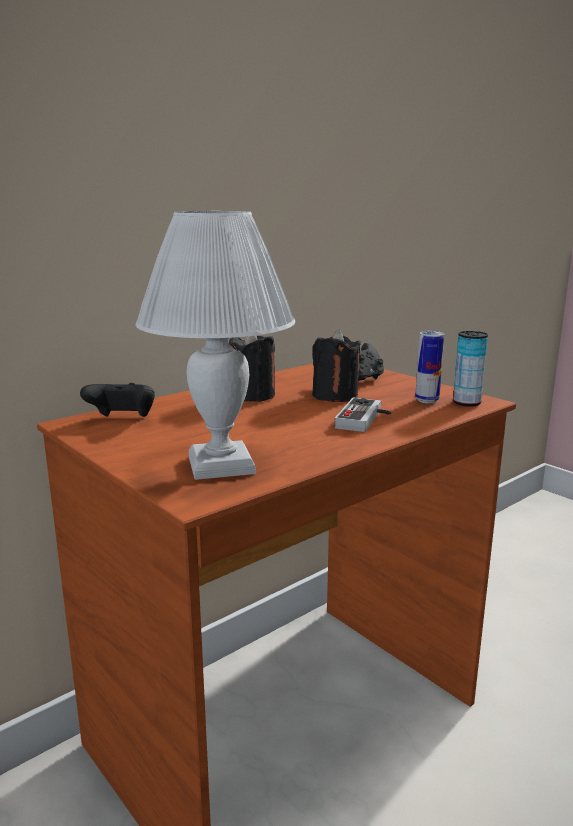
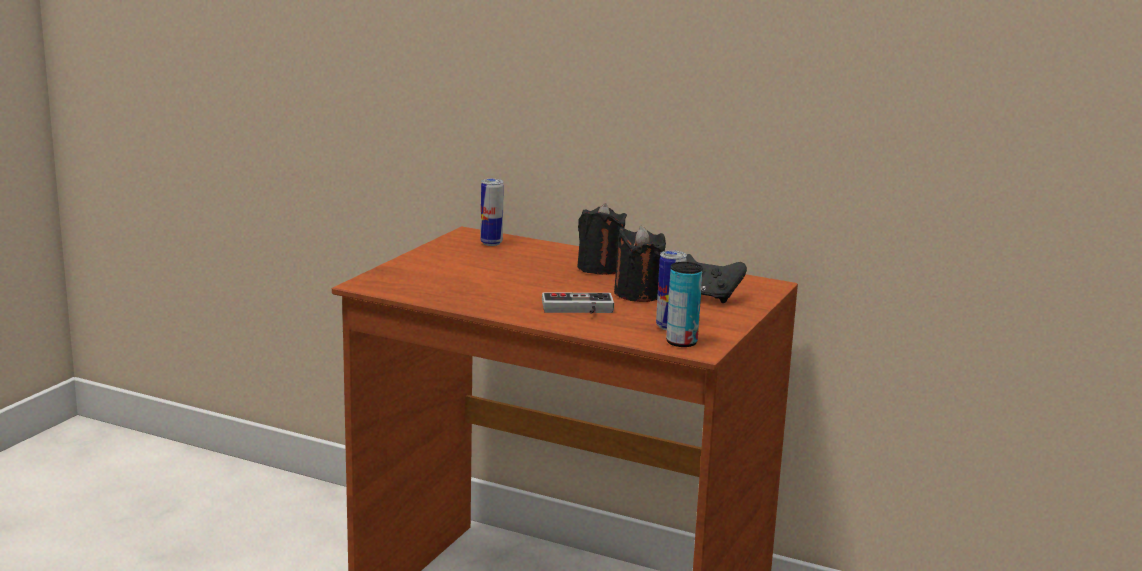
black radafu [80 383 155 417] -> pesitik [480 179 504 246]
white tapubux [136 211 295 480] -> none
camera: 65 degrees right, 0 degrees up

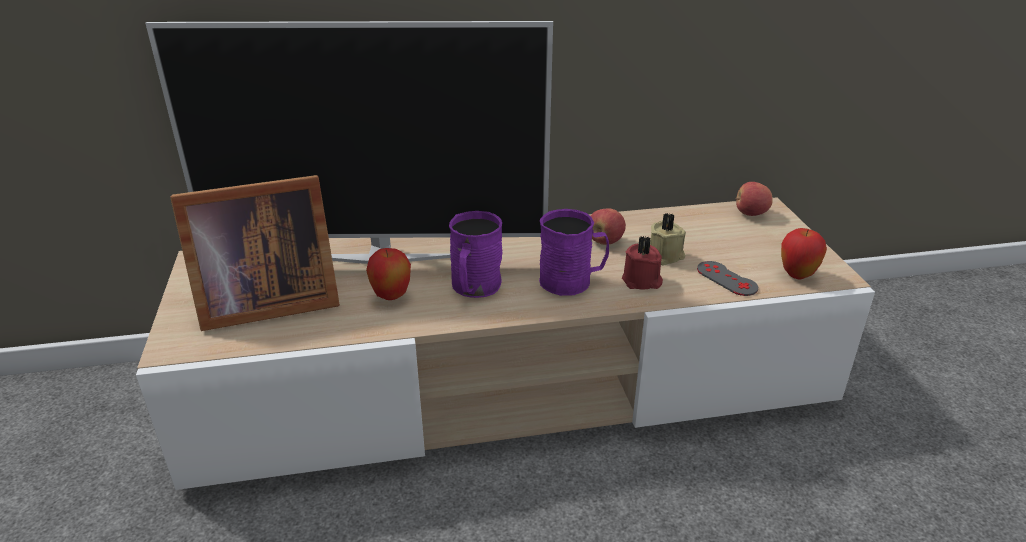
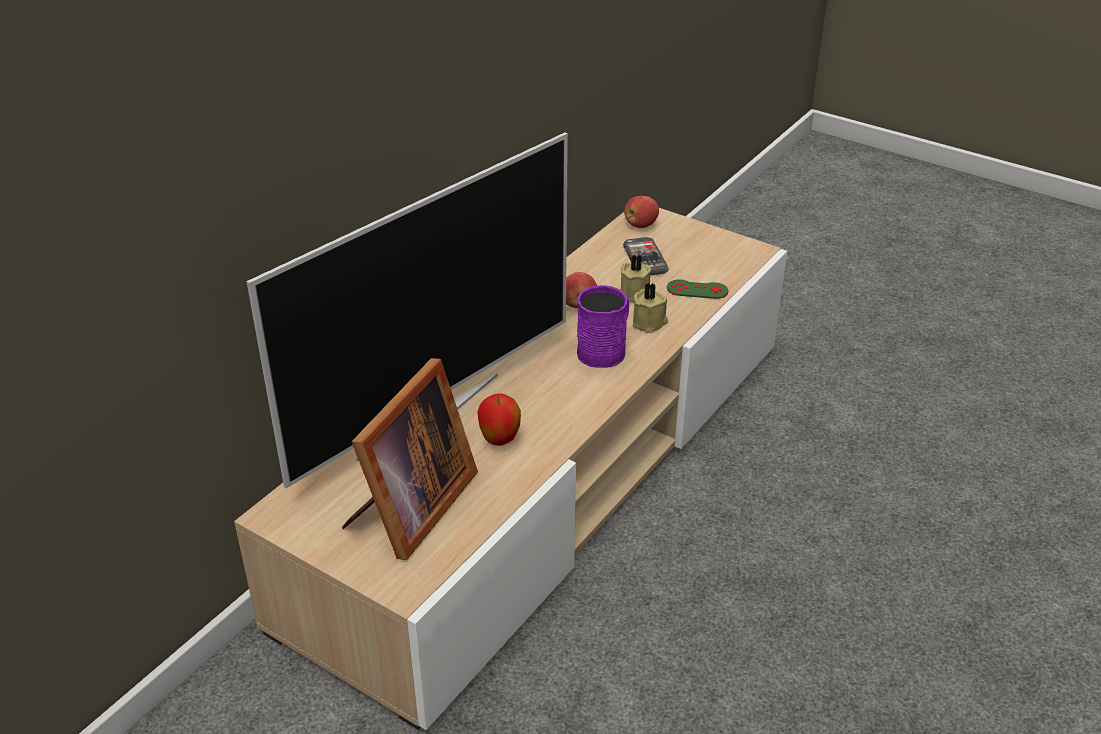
none -> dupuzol [623 237 669 275]
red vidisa [622 236 663 289] -> beige vidisa [633 283 668 333]
grey radafu [697 261 758 296] -> green radafu [667 280 728 299]
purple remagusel [449 211 503 298] -> none
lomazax [781 228 827 279] -> none
camera: 45 degrees left, 5 degrees up

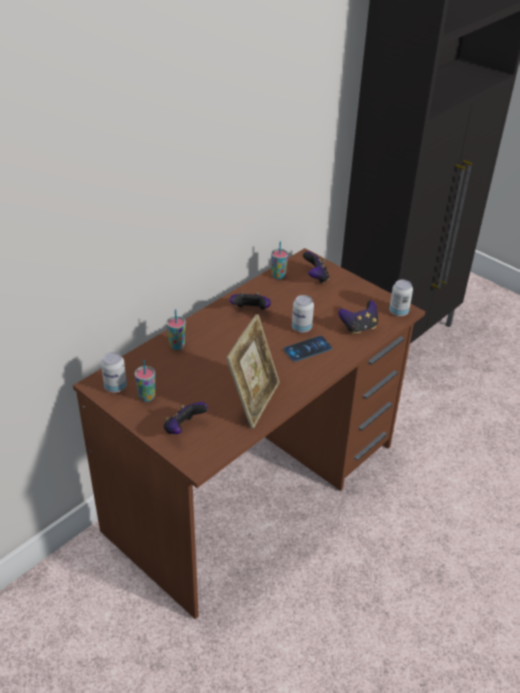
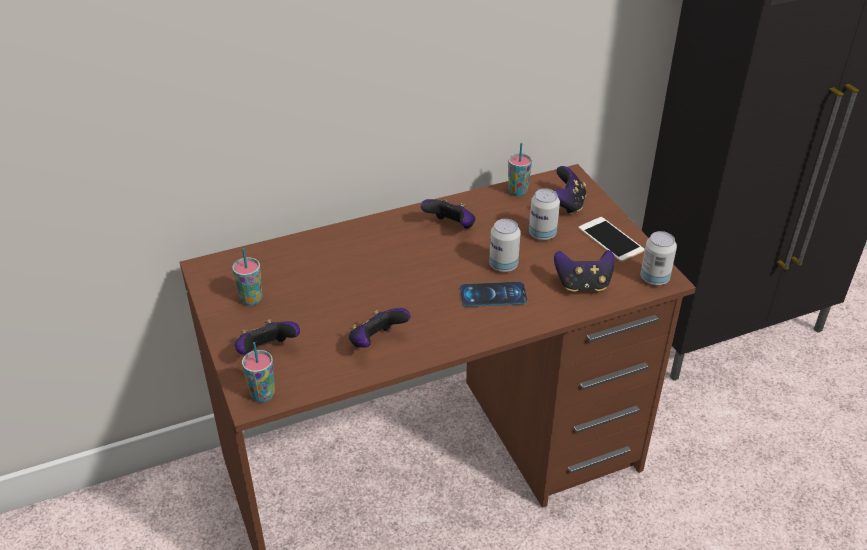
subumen [167 309 186 350] -> subumen [242 342 275 402], moved
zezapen [226 314 280 429] -> radafu [349 308 411 348]
pesitik [101 352 127 393] -> pesitik [529 189 560 240], moved
none -> dupuzol [578 217 645 262]
camera: 25 degrees right, 0 degrees up

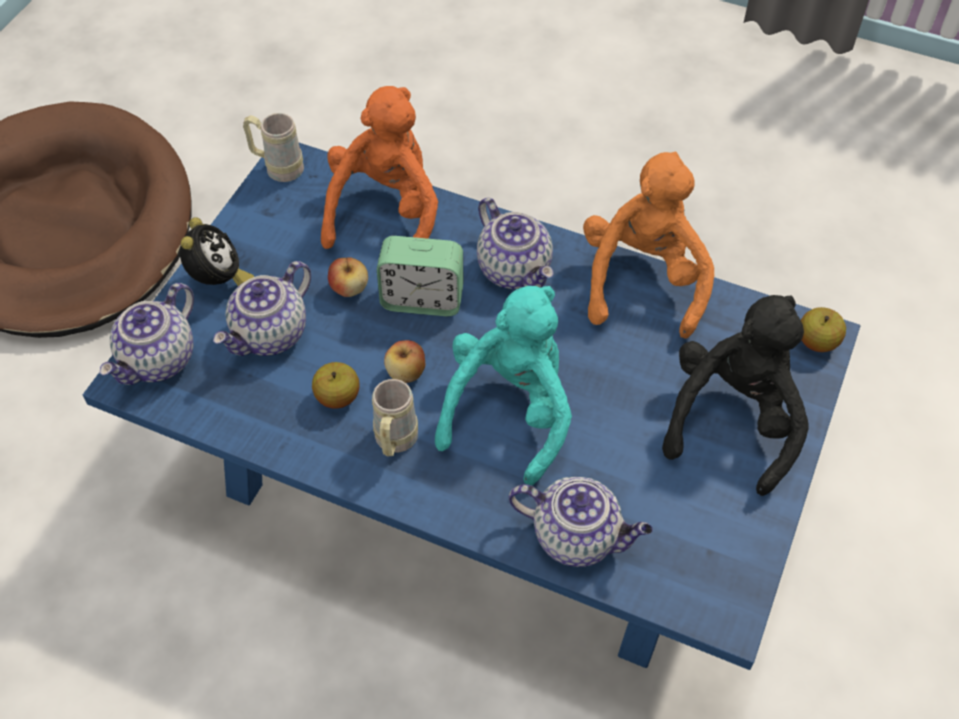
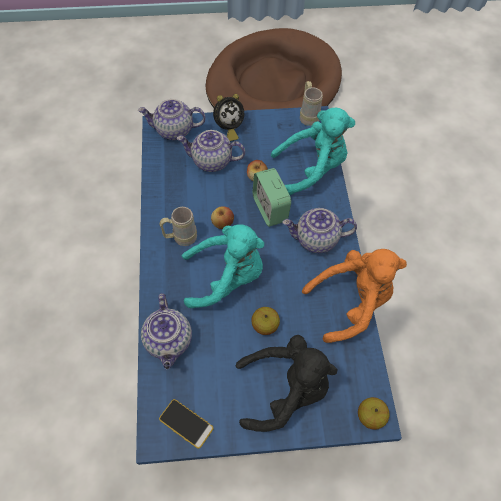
none -> dupuzol [159 399 213 449]
lomazax [312 362 359 409] -> lomazax [251 307 280 335], moved
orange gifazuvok [321 86 438 249] -> turquoise gifazuvok [271 108 355 195]
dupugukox [477 198 554 289] -> dupugukox [283 208 357 253], 60 degrees clockwise
camera: 60 degrees right, 5 degrees up

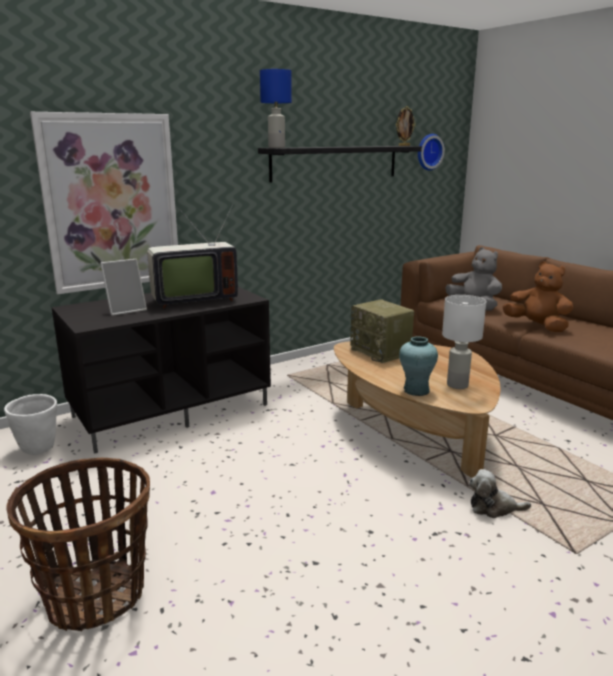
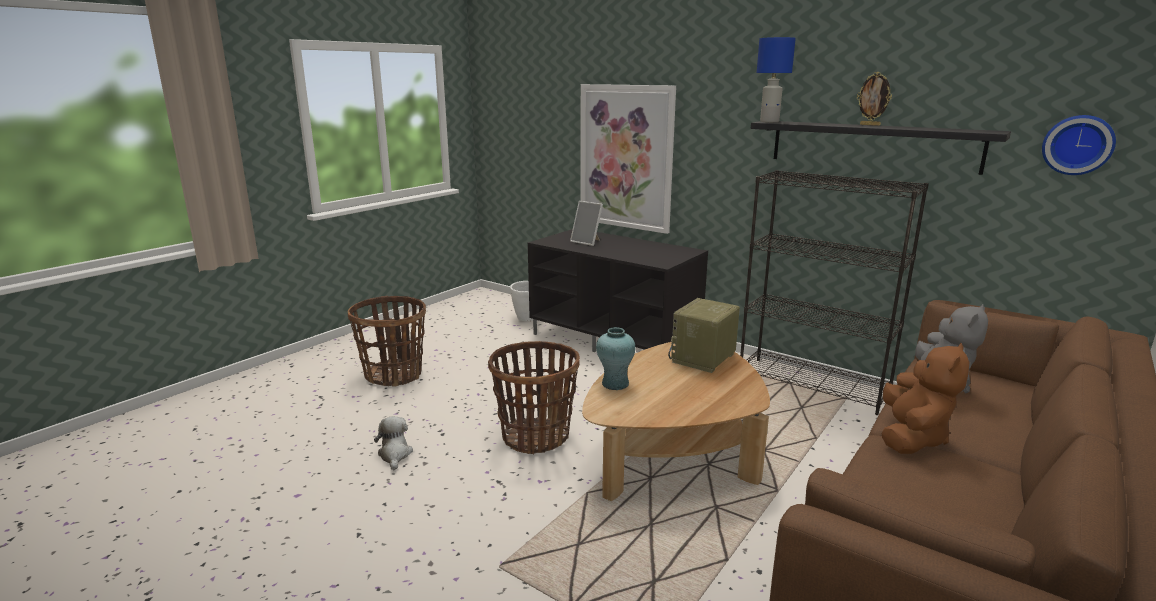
gifazuvok [469 469 531 518] -> gifazuvok [374 416 413 470], moved
none -> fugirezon [488 341 580 454]
none -> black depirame [740 170 929 415]
zezapen [396 106 416 146] -> zezapen [857 72 892 126], moved
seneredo [147 203 238 309] -> none
white tapubux [442 295 486 389] -> none
camera: 70 degrees right, 0 degrees up

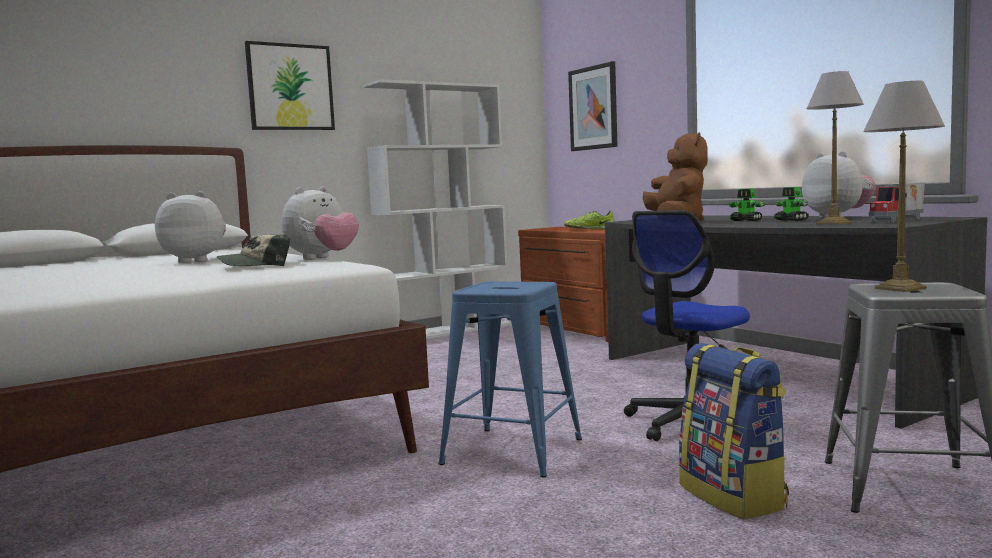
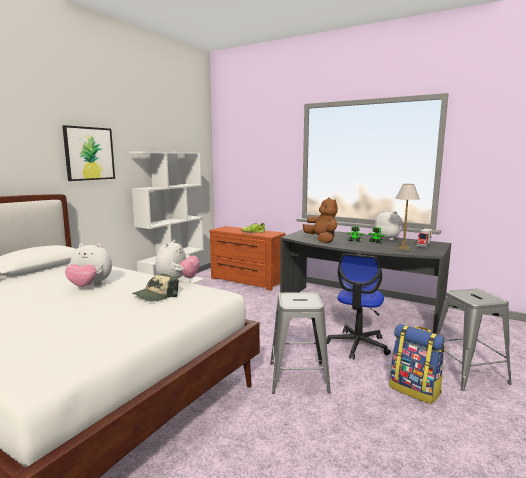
gifazuvok [155 191 226 263] -> gifazuvok [65 243 112 287], 150 degrees counterclockwise
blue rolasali [439 281 582 478] -> grey rolasali [270 292 331 394]
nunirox [568 61 617 151] -> none
tapubux [863 81 945 292] -> none
camera: 25 degrees left, 5 degrees up

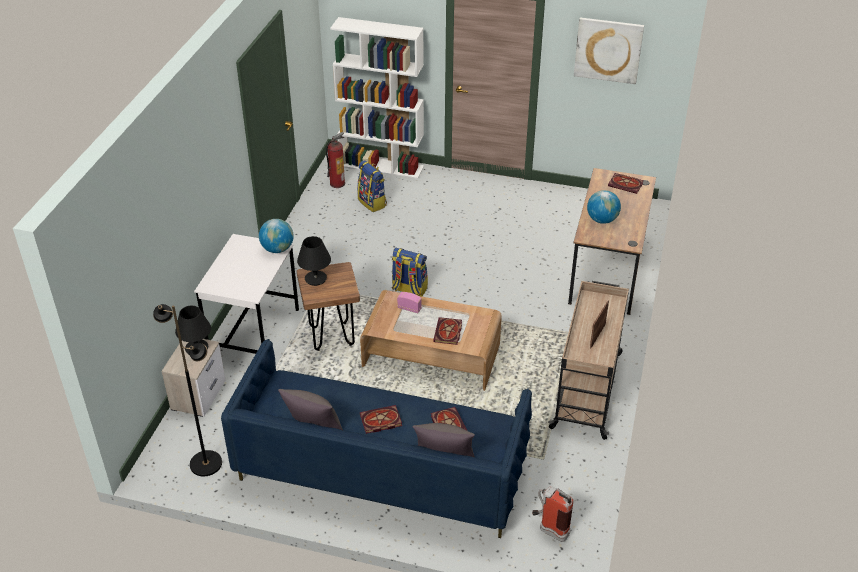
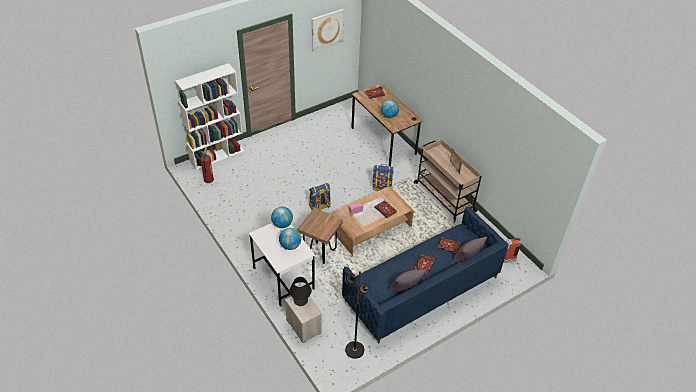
none -> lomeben [279 228 301 250]
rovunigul [357 160 387 212] -> rovunigul [372 164 393 191], moved
black tapubux [297 236 331 286] -> none
camera: 50 degrees left, 5 degrees up

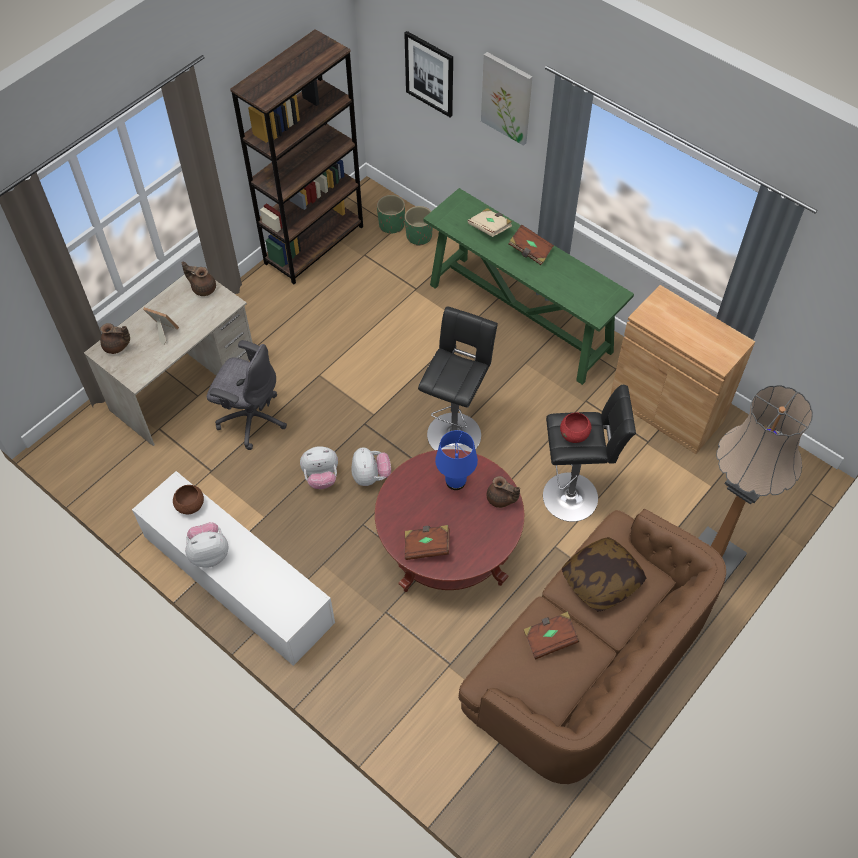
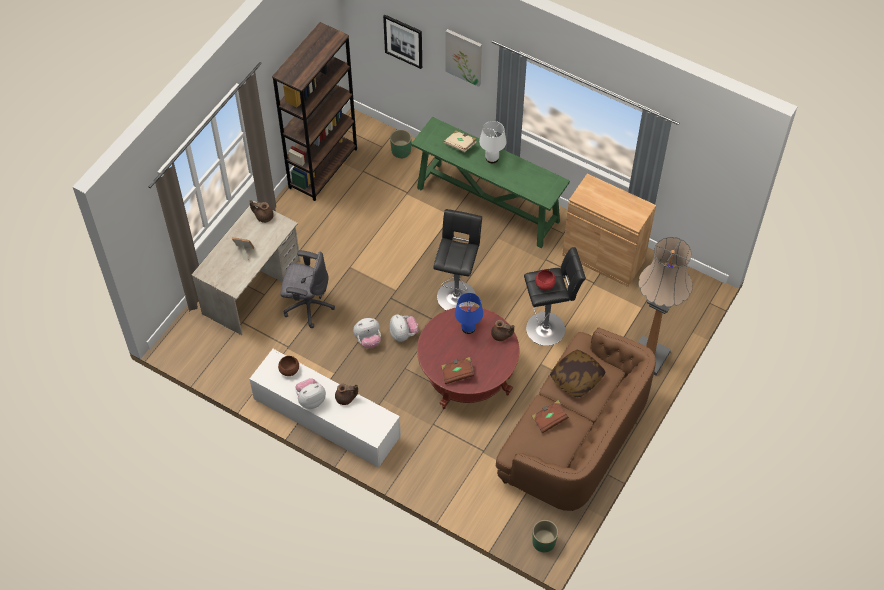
brown dupugukox [100 323 130 354] -> brown dupugukox [335 384 358 405], moved
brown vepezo [509 224 554 265] -> white tapubux [479 121 506 163]
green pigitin [377 195 405 233] -> green pigitin [532 520 558 552], moved
camera: 10 degrees left, 0 degrees up

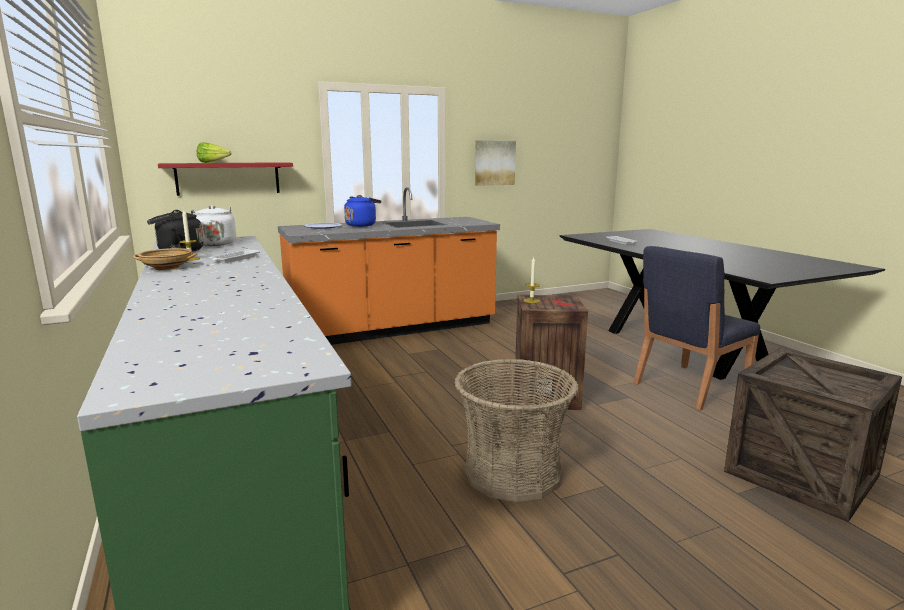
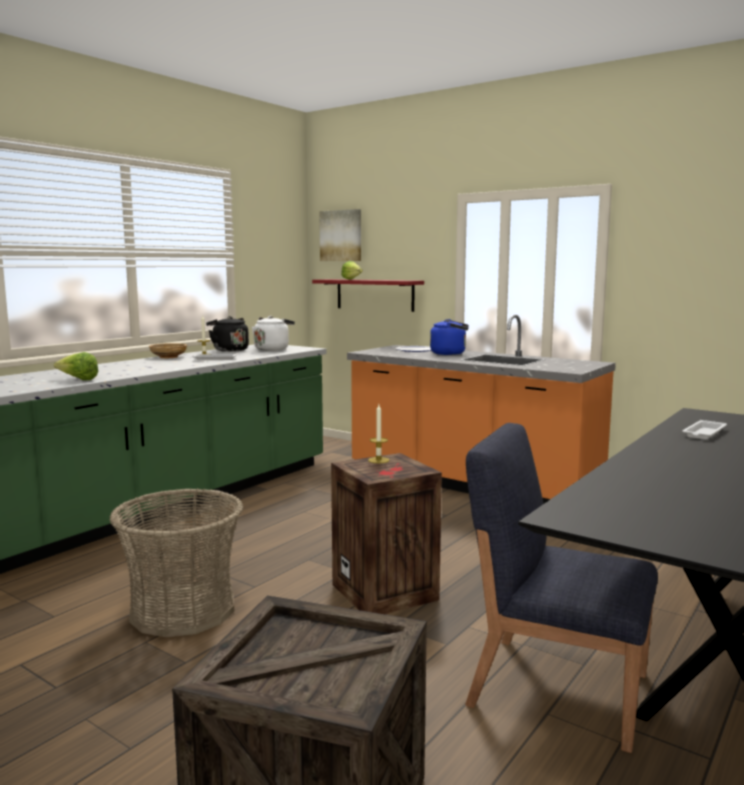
none -> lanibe [54 352 98 380]
nunirox [475 140 516 186] -> nunirox [319 209 361 261], moved
camera: 60 degrees right, 5 degrees down

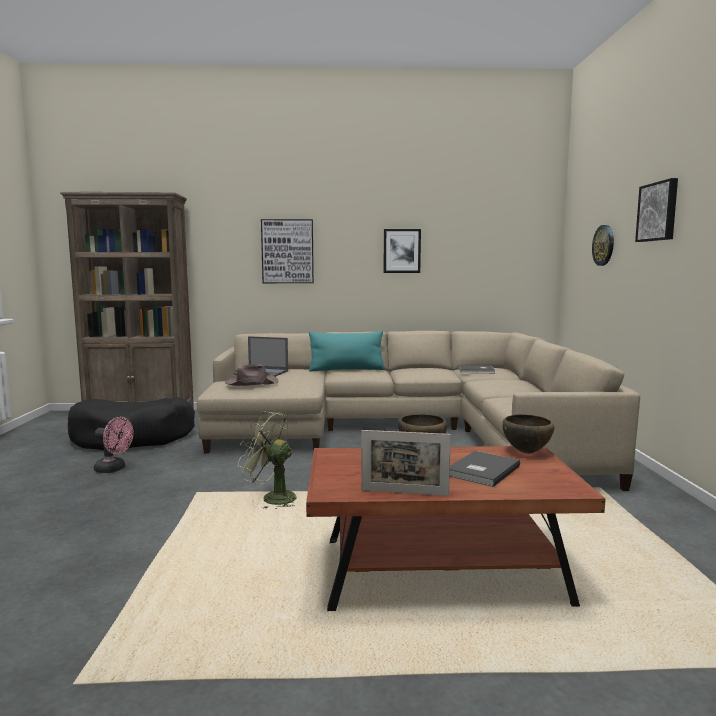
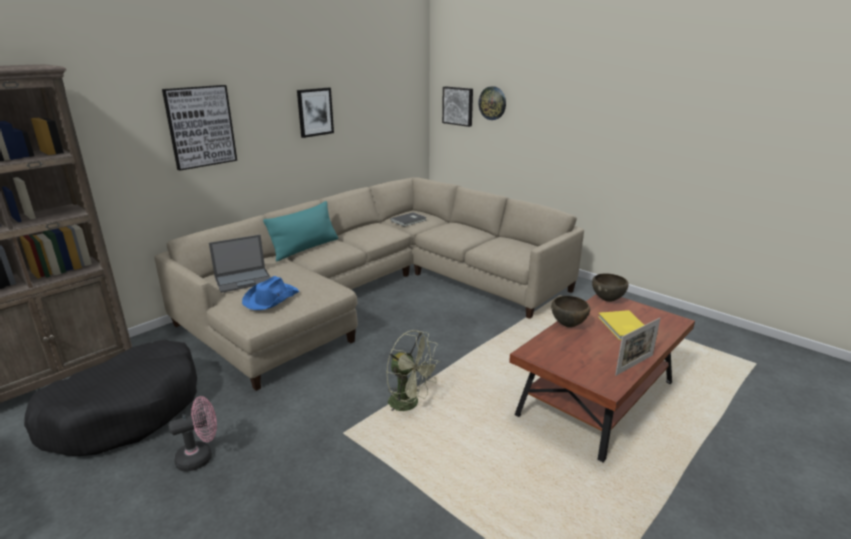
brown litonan [225 364 278 386] -> blue litonan [242 276 299 310]
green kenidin [238 411 296 510] -> green kenidin [387 330 441 411], 120 degrees counterclockwise
nunirox [635 178 678 242] -> nunirox [442 86 473 127], moved
grey vepezo [450 451 520 487] -> yellow vepezo [598 310 644 340]
camera: 45 degrees left, 15 degrees up

